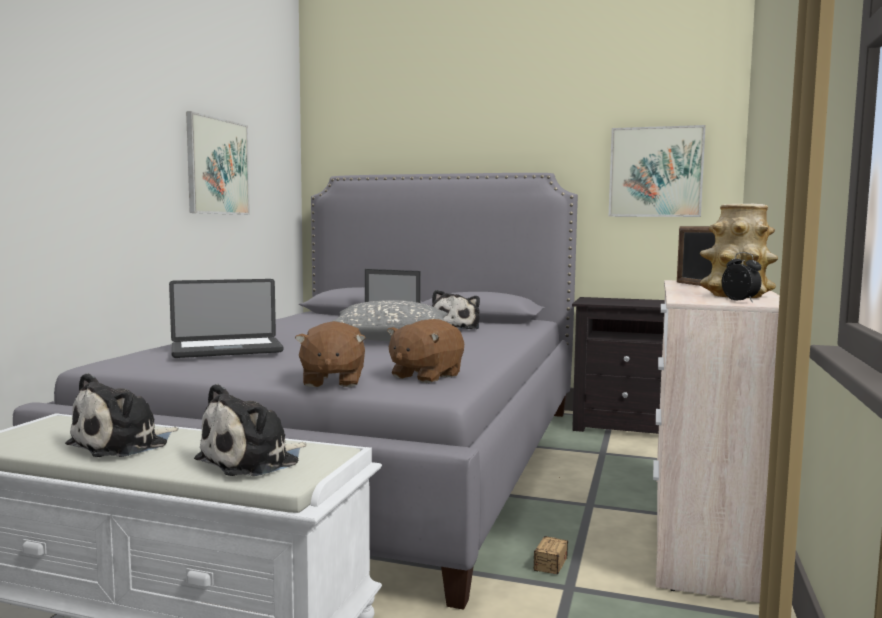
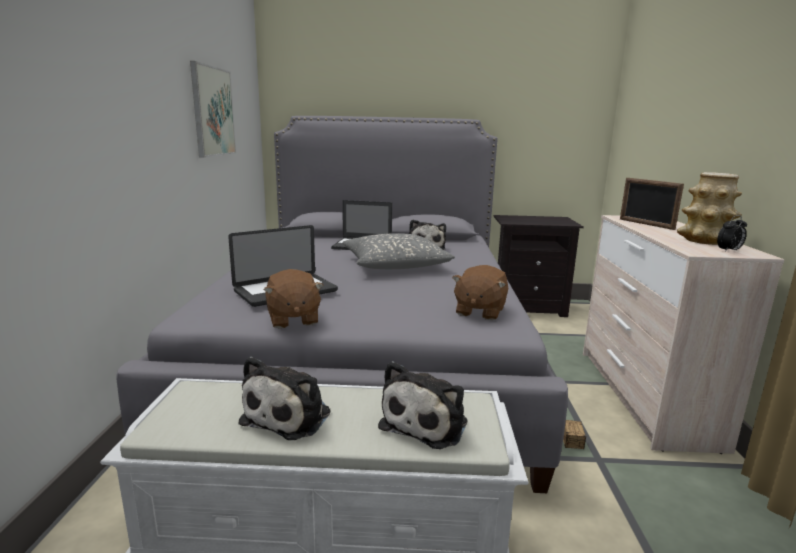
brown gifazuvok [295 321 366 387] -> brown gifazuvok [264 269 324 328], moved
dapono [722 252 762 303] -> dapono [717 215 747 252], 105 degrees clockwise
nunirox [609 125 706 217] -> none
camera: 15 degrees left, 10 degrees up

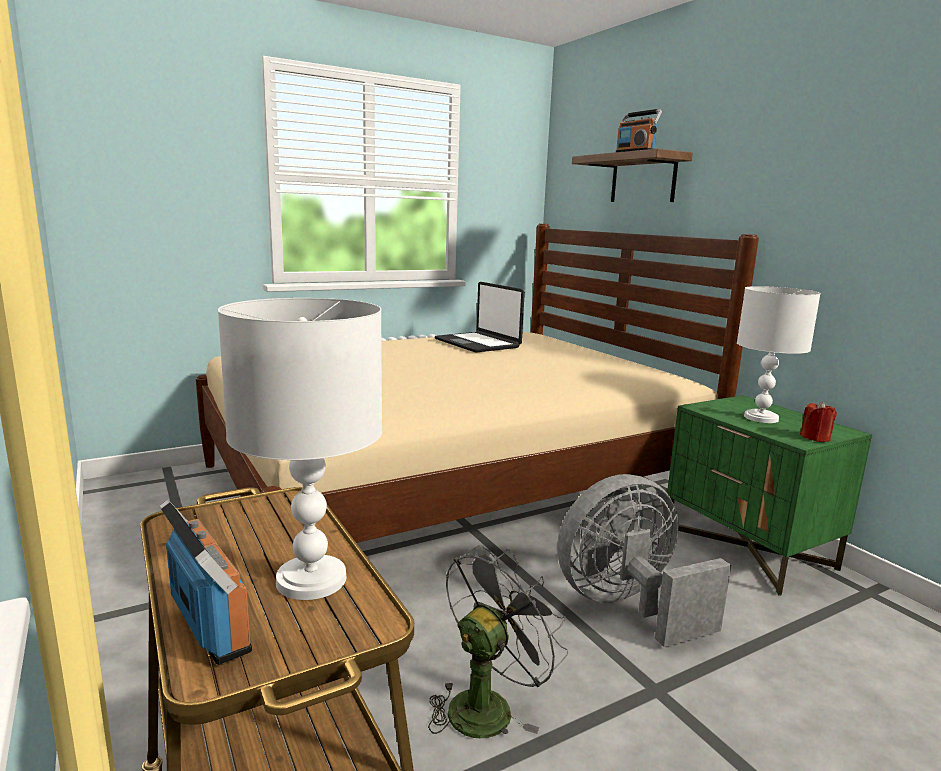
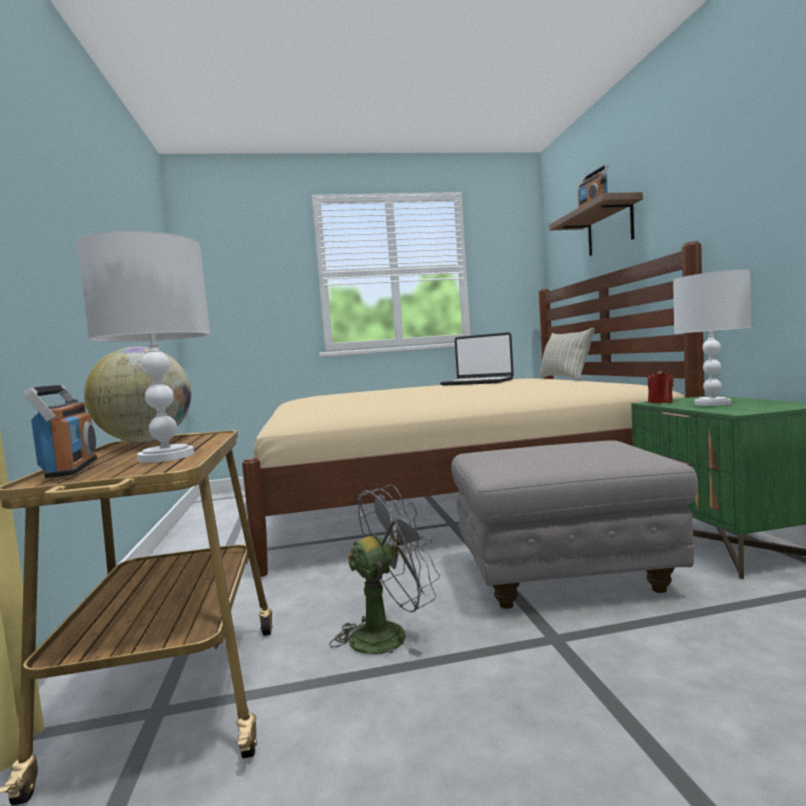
none -> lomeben [84 347 191 442]
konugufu [435 282 525 353] -> konugufu [440 332 514 386], 45 degrees counterclockwise
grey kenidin [557 474 731 647] -> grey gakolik [451 441 698 609]
none -> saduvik [540 328 594 380]
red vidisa [800 401 837 442] -> red vidisa [648 370 674 403], moved
camera: 20 degrees right, 10 degrees down

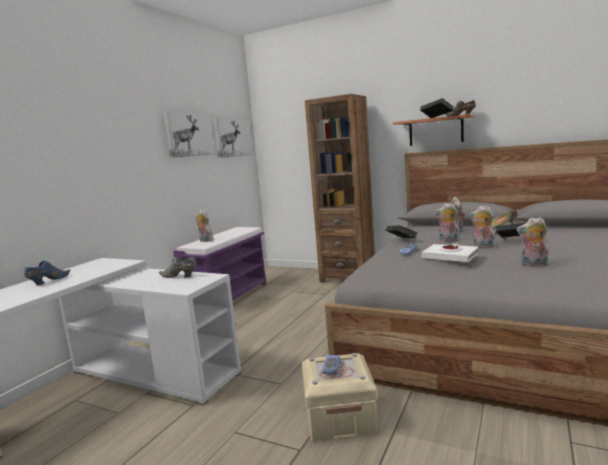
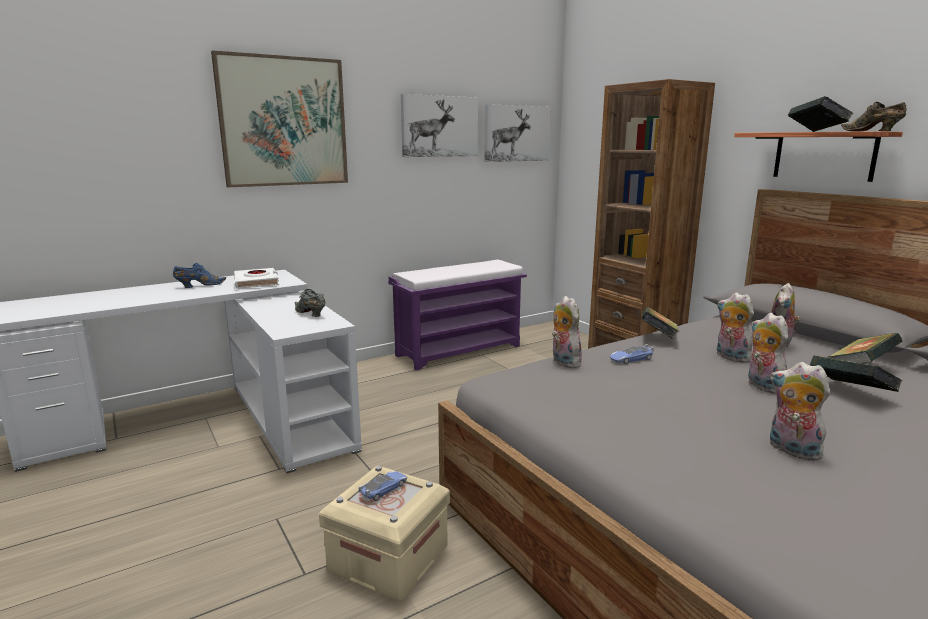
none -> nunirox [211 50 348 187]
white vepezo [421 243 478 262] -> white vepezo [234 268 279 289], moved
gifazuvok [196 210 213 242] -> gifazuvok [552 296 582 368], moved
camera: 30 degrees right, 5 degrees up

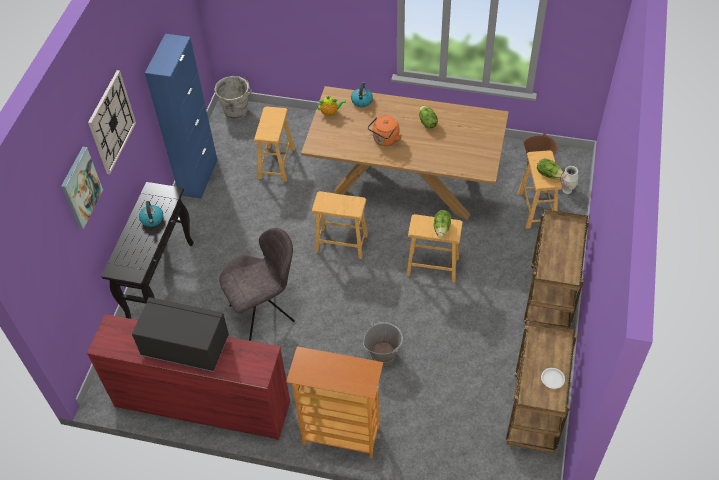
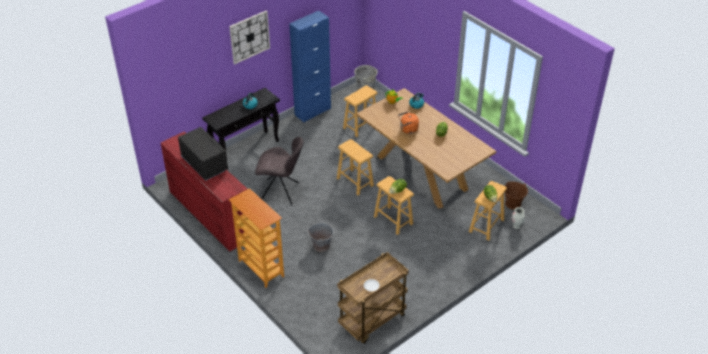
nunirox [61 147 103 229] -> none
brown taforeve [524 209 589 328] -> none
camera: 35 degrees right, 10 degrees down

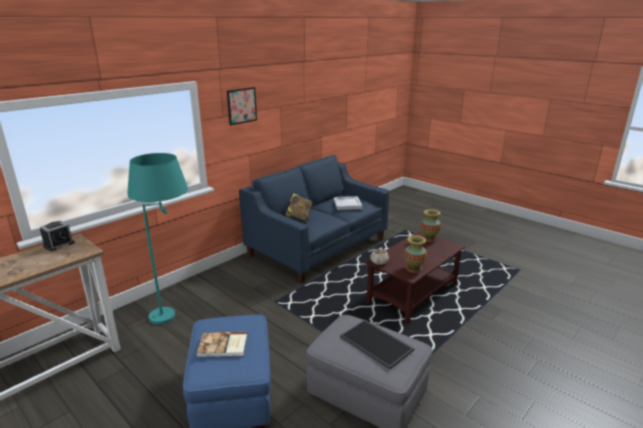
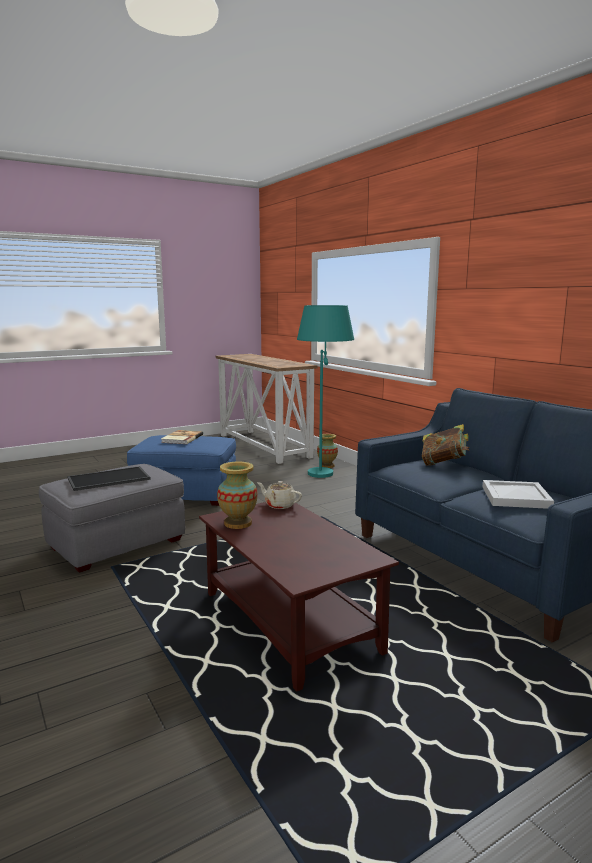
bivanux [421 209 441 242] -> bivanux [317 434 338 468], moved
dapono [40 220 75 251] -> none
nunirox [227 87 257 125] -> none
camera: 105 degrees right, 10 degrees down

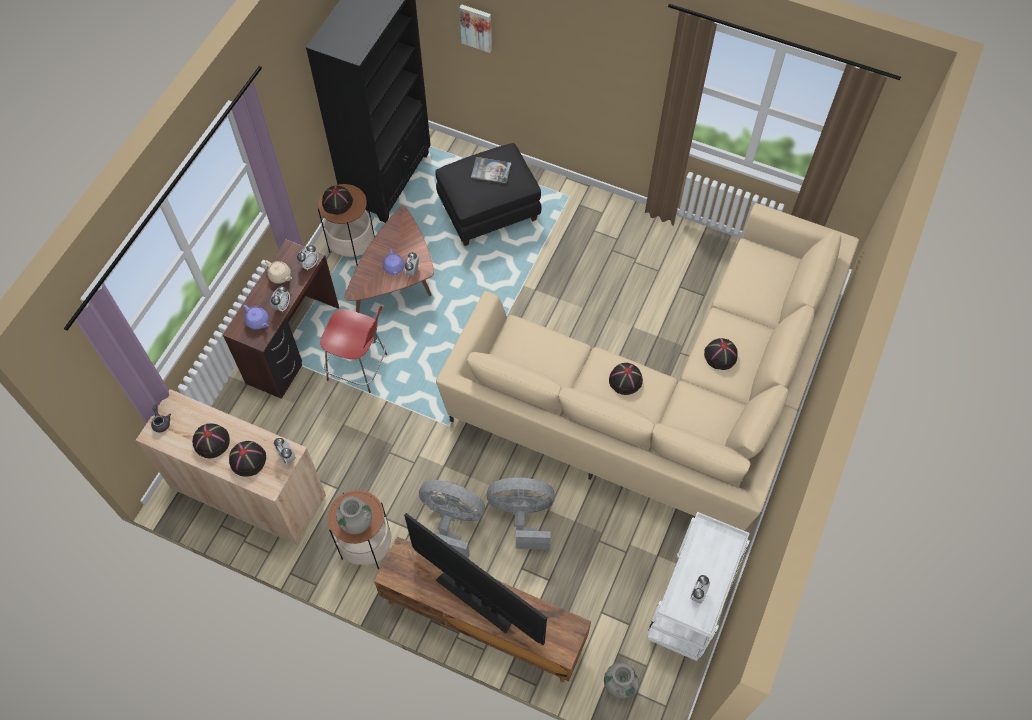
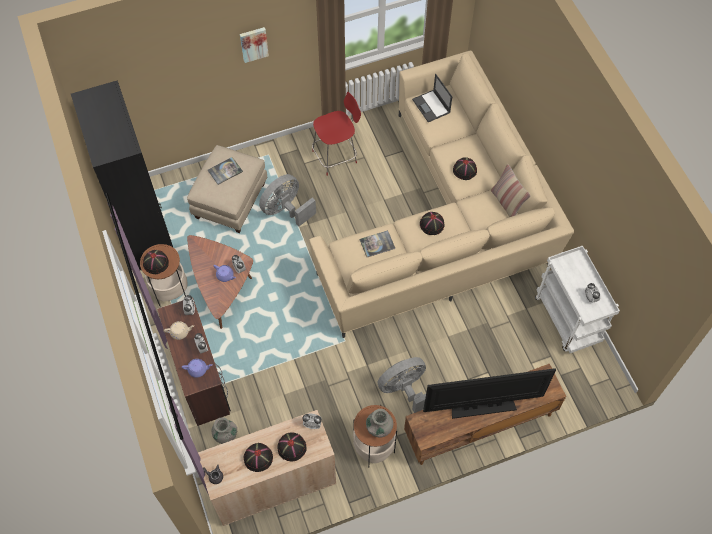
black gakolik [435 143 541 246] -> beige gakolik [187 145 267 233]
grey bivanux [604 663 639 699] -> grey bivanux [211 417 237 444], moved
nunirox [459 4 492 53] -> nunirox [240 27 269 63], moved
grey kenidin [487 477 555 550] -> grey kenidin [259 174 316 226], moved
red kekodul [320 306 387 393] -> red kekodul [312 92 361 176], moved
none -> vepezo [360 230 395 257]
none -> konugufu [412 74 452 122]
none -> saduvik [491 164 530 217]
camera: 45 degrees left, 0 degrees up

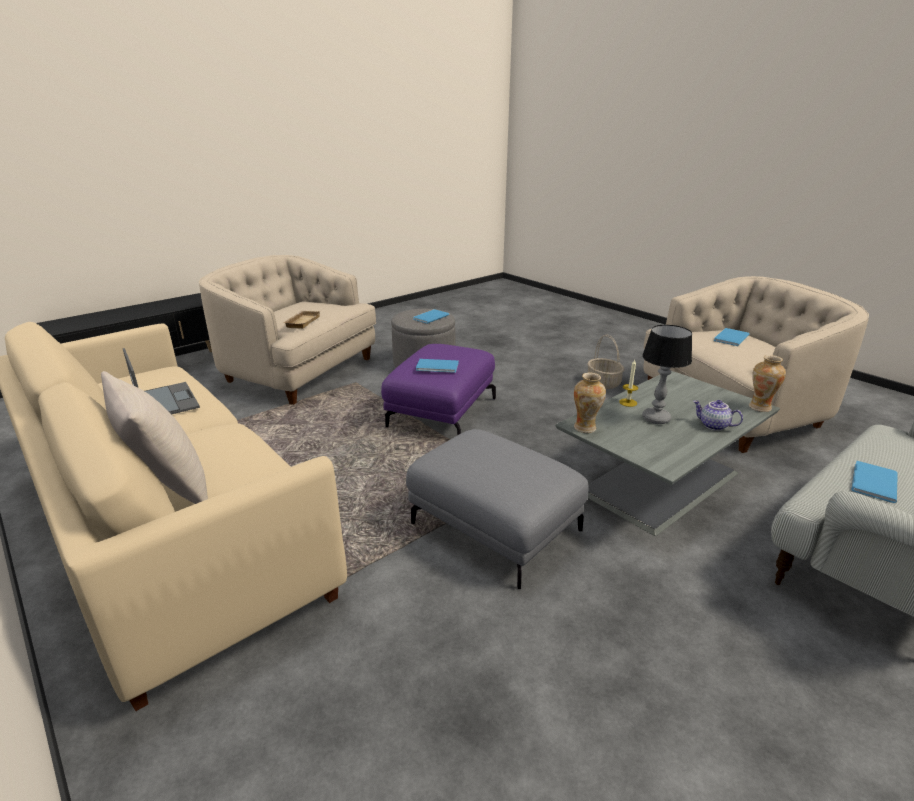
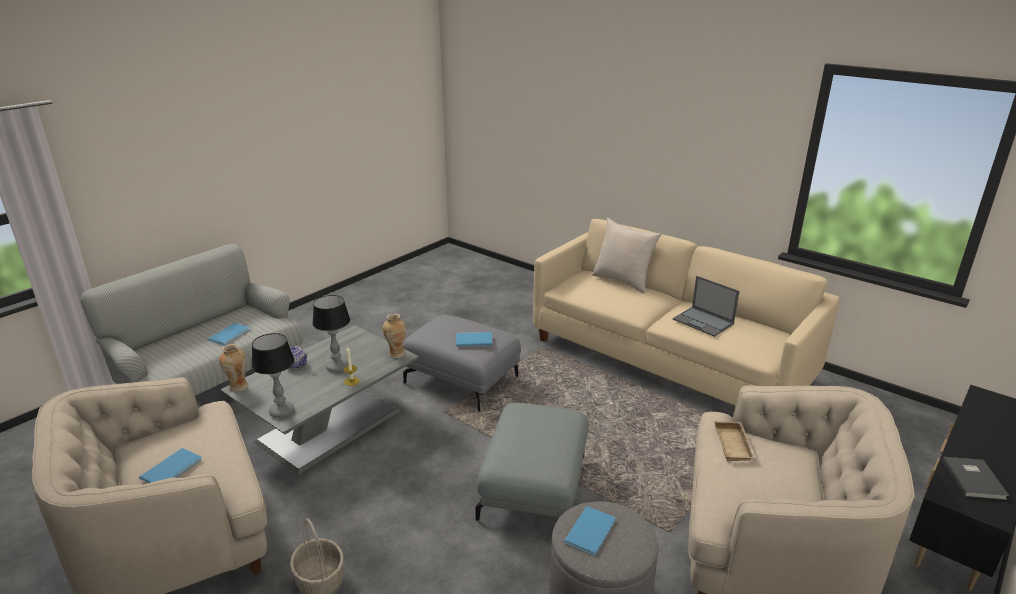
none -> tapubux [252 333 295 418]
blue vepezo [416 359 459 373] -> blue vepezo [456 332 493 346], moved
purple gakolik [381 344 496 435] -> grey gakolik [476 403 588 521]
none -> grey vepezo [942 457 1009 500]
camera: 170 degrees right, 0 degrees up

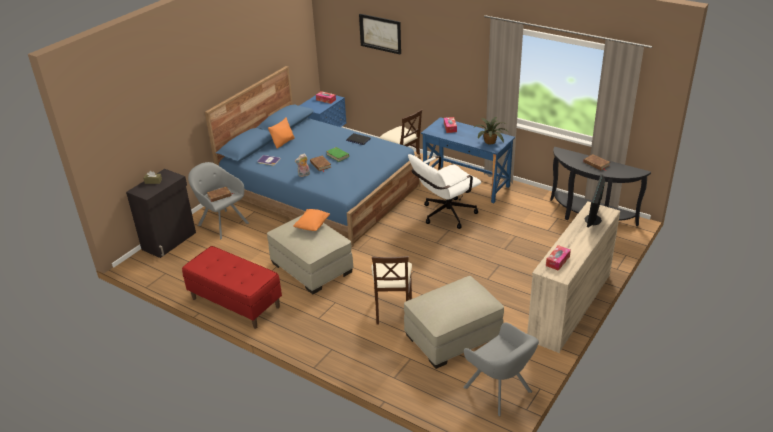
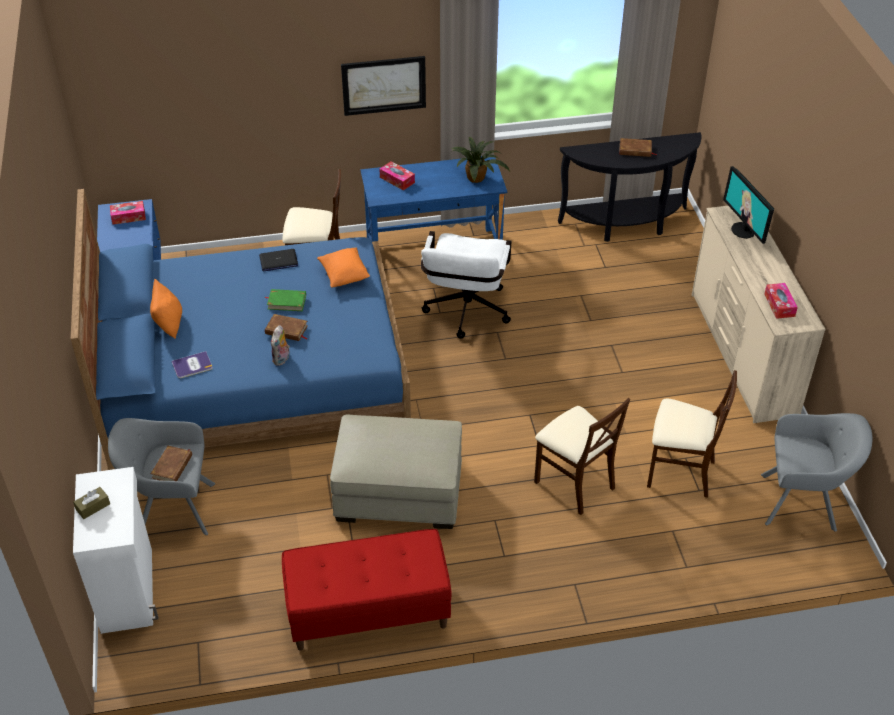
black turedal [126 169 196 258] -> white turedal [73 467 159 634]
orange saduvik [293 209 330 231] -> orange saduvik [317 247 370 287], moved
nunirox [359 14 401 55] -> nunirox [341 56 426 116], moved
beige gakolik [404 276 504 369] -> beige kekodul [647 370 737 498]
camera: 45 degrees left, 10 degrees up

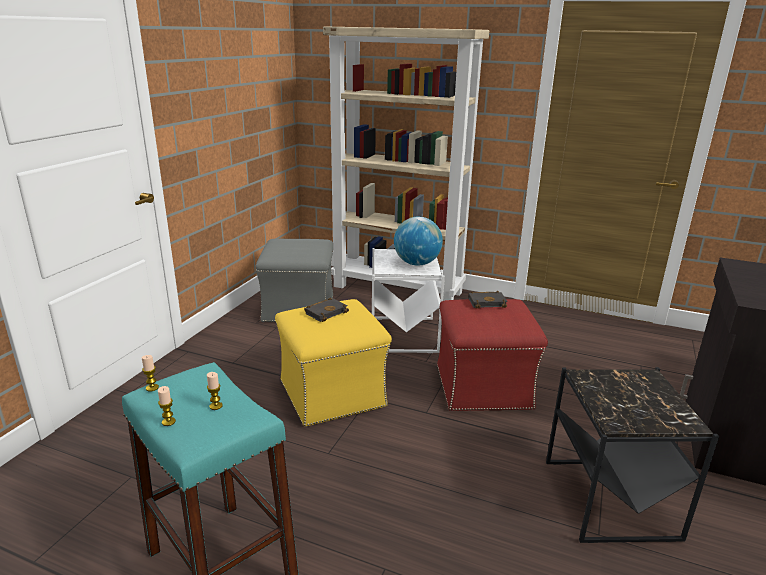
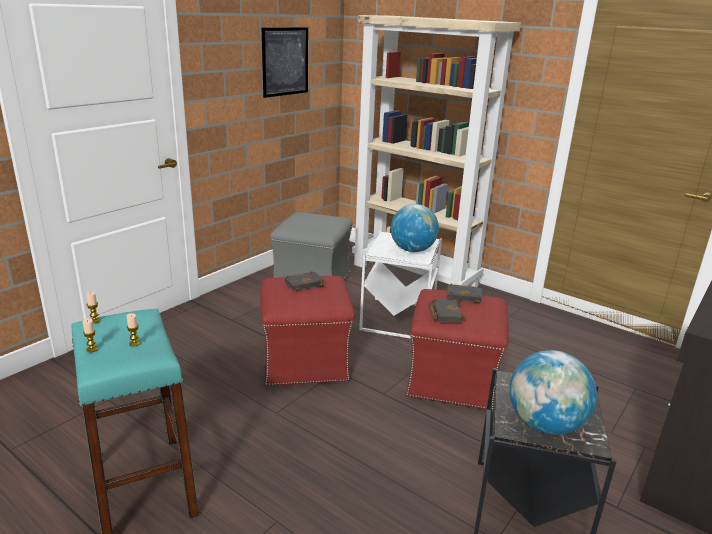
yellow gakolik [275 299 392 427] -> red gakolik [260 276 355 386]
none -> nunirox [262 27 308 98]
none -> black vepezo [429 299 466 323]
none -> lomeben [510 350 597 435]
camera: 15 degrees right, 0 degrees up

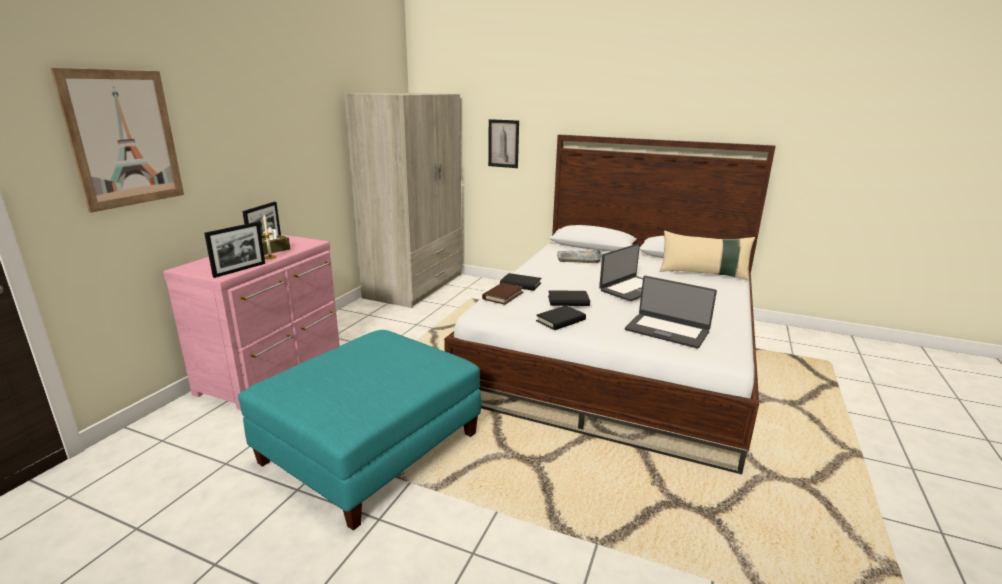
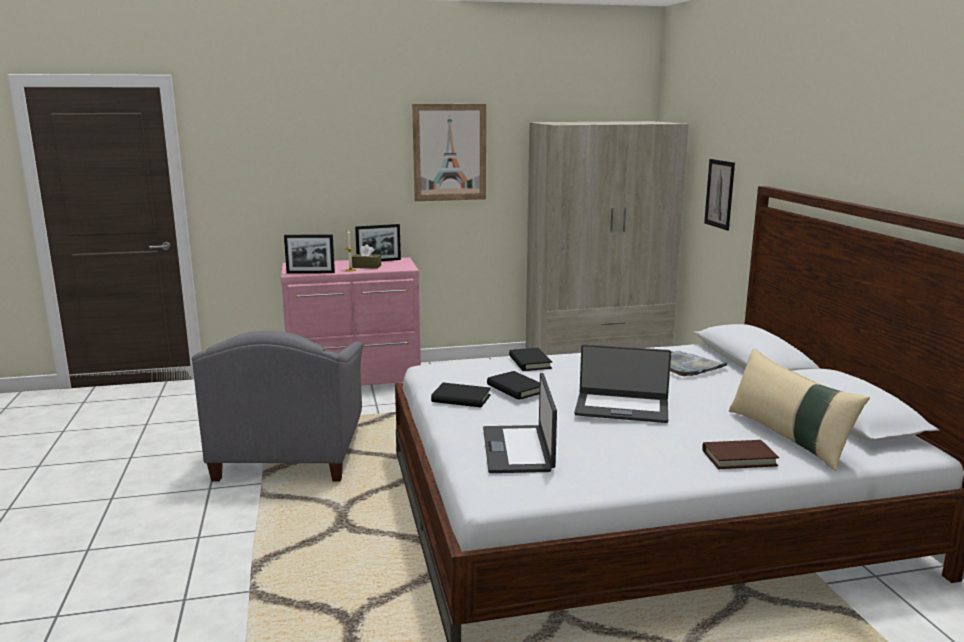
turquoise gakolik [238 330 481 531] -> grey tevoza [192 331 363 481]
nunirox [50 68 184 213] -> nunirox [412 104 486 201], moved
brown vepezo [482 283 523 305] -> brown vepezo [702 440 779 469], moved
camera: 55 degrees right, 5 degrees down

